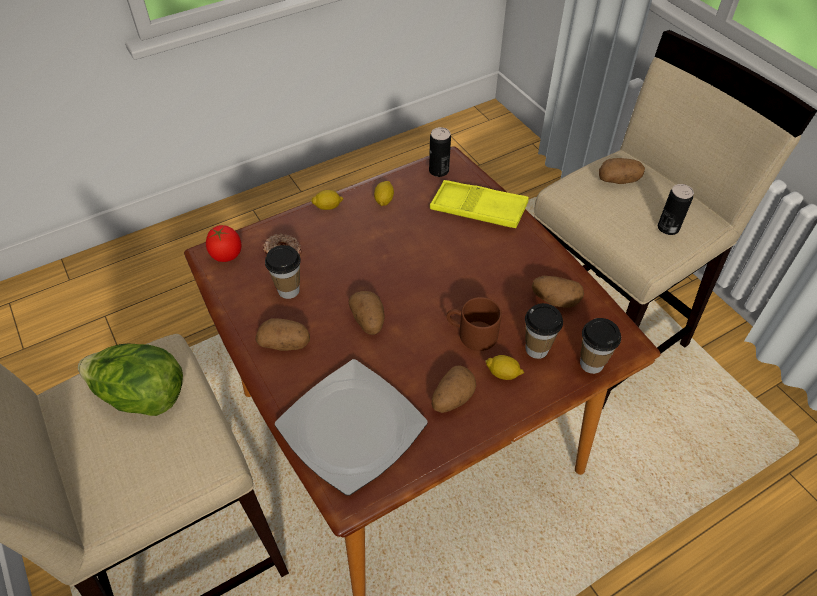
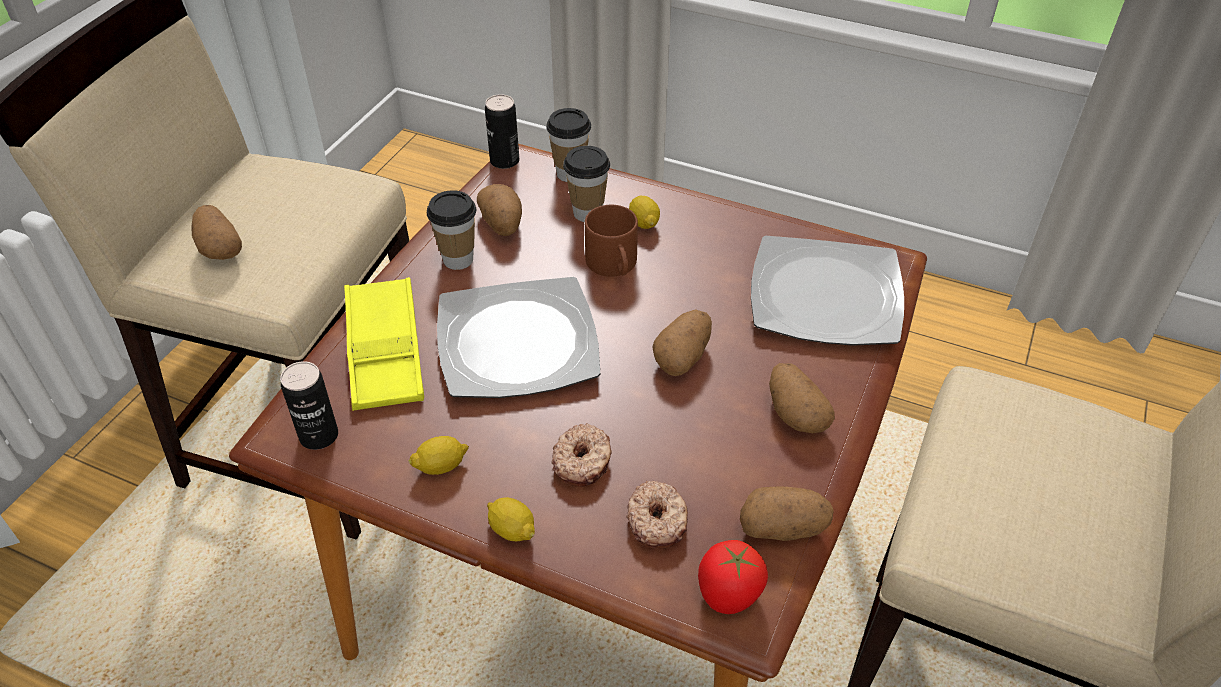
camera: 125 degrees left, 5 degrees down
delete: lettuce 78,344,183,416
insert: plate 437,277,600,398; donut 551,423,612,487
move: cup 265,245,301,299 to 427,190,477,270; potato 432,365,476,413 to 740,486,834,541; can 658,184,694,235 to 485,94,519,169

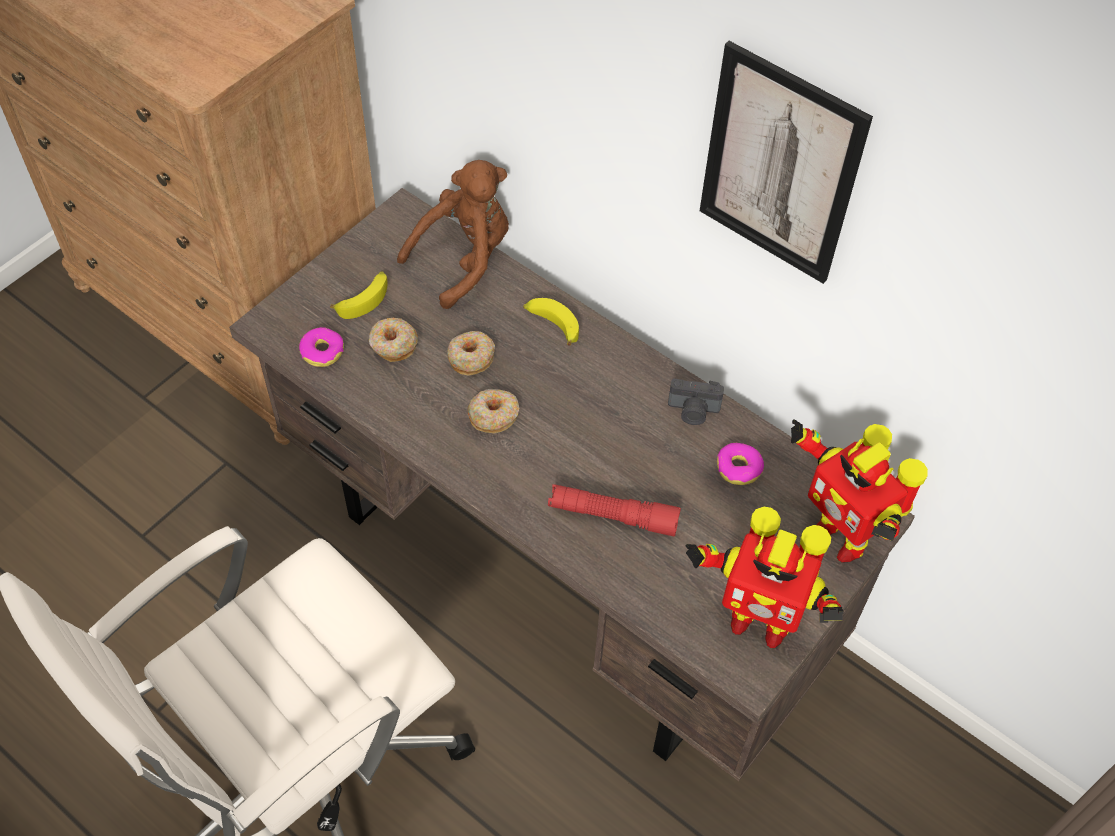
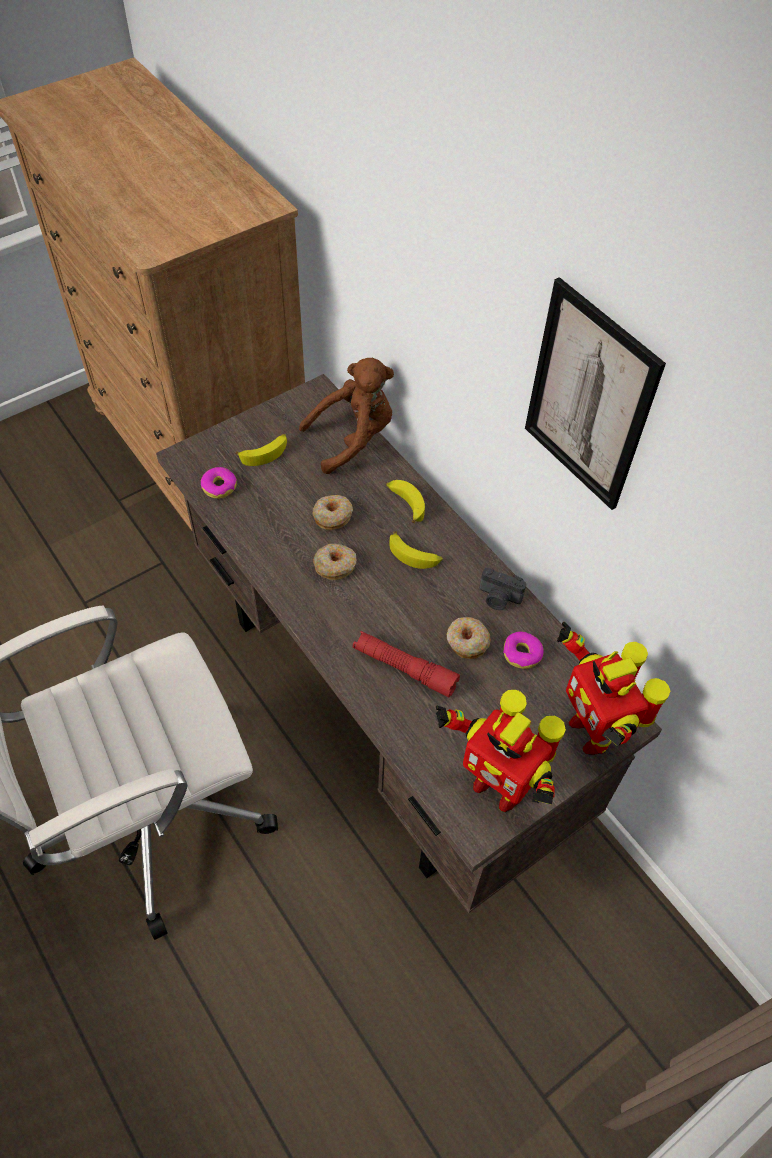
camera: 15 degrees right, 0 degrees up
insert: banana 389,531,443,569
move: donut 369,318,418,362 to 447,617,491,659

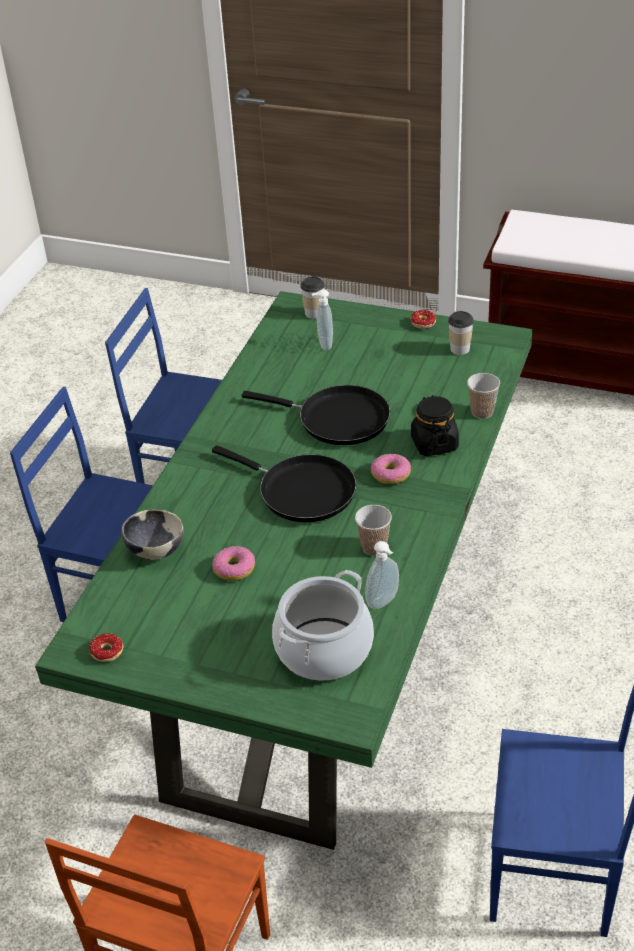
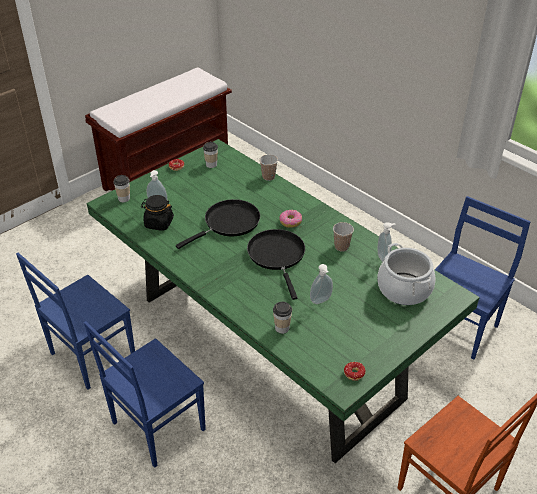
camera: 65 degrees left, 0 degrees up
move: black_jar 411,395,459,456 to 140,195,174,231
replace: bowl 122,509,183,560 to cup 273,302,292,334; donut 212,546,255,581 to soap_dispenser 310,264,333,304
rotate: black_frying_pan 212,445,356,522 = 247,229,305,300 75 degrees counterclockwise

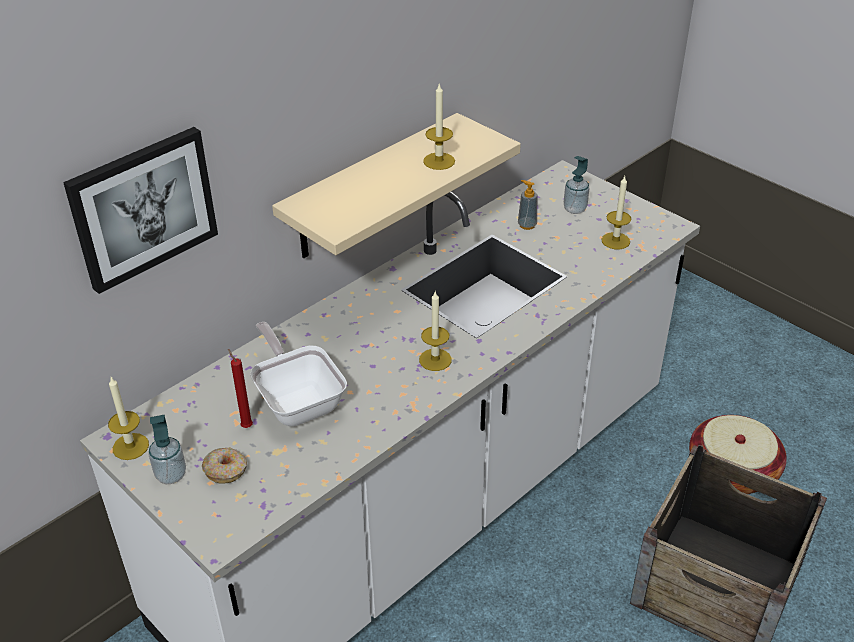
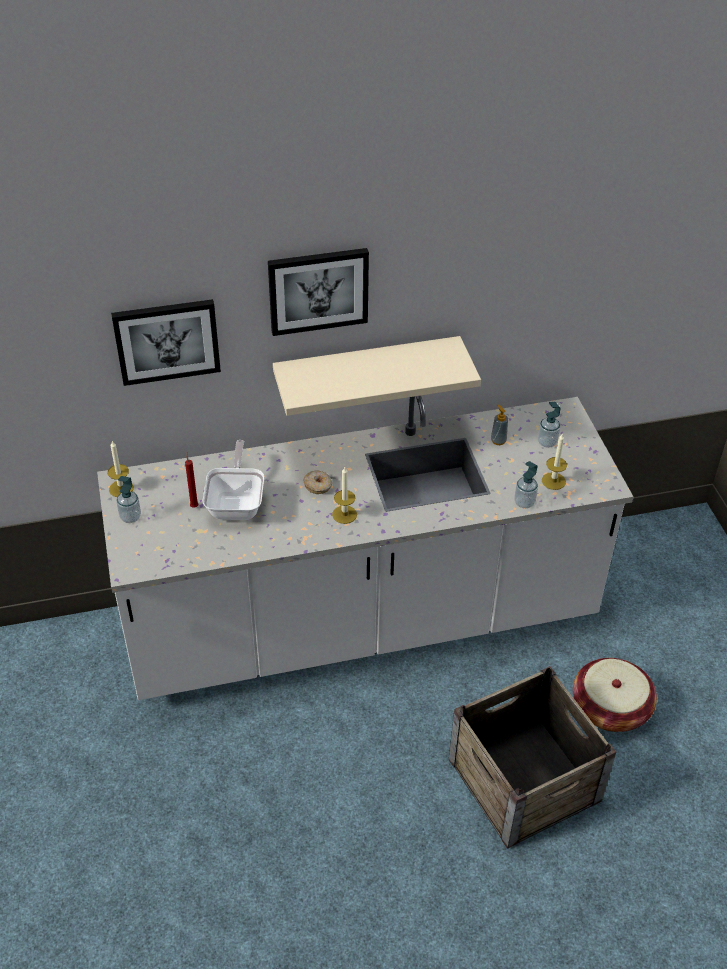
camera: 30 degrees right, 5 degrees up
delete: candle 423,83,455,170
insert: picture 268,248,369,336; soap_dispenser 514,461,538,508
move: donut 202,448,247,484 to 303,471,332,494

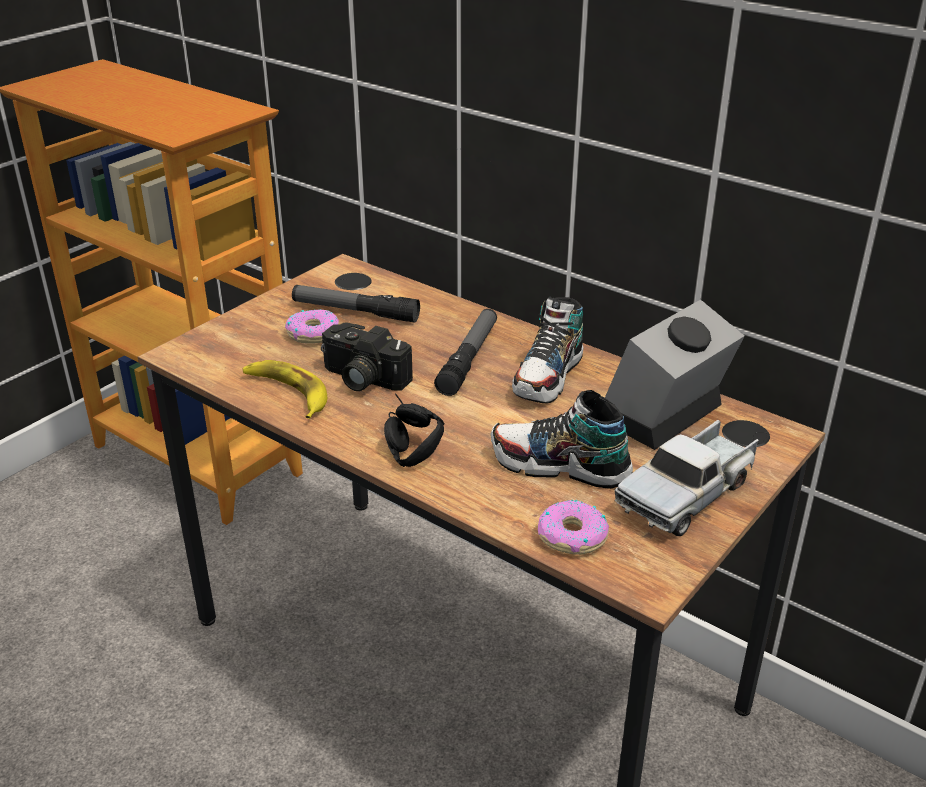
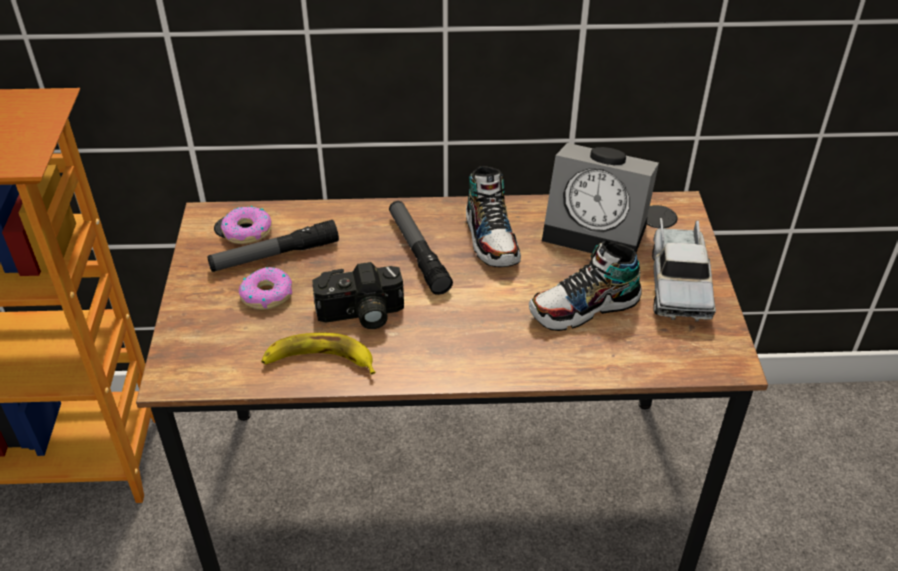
camera: 40 degrees left, 10 degrees up
delete: black_headphones 384,393,445,467
move: donut 538,500,609,555 to 221,206,272,244
rotate: alarm_clock 605,299,744,450 = 542,143,659,253 75 degrees counterclockwise

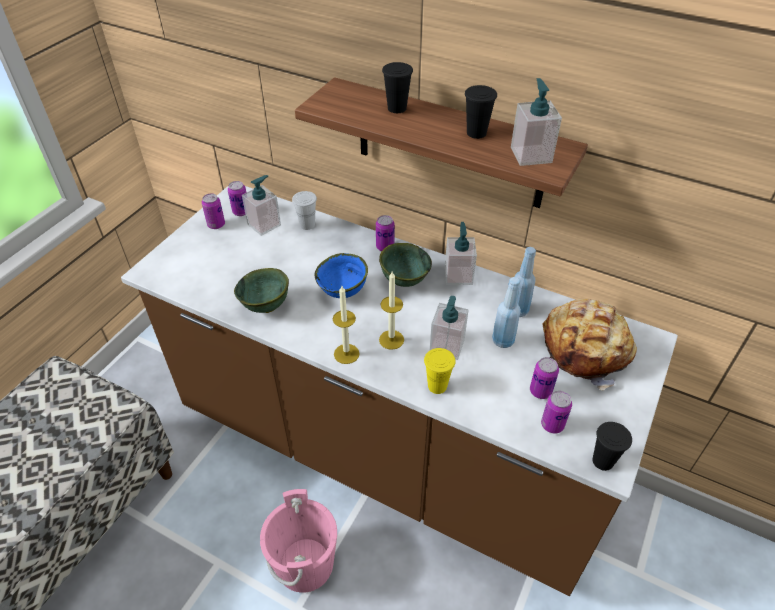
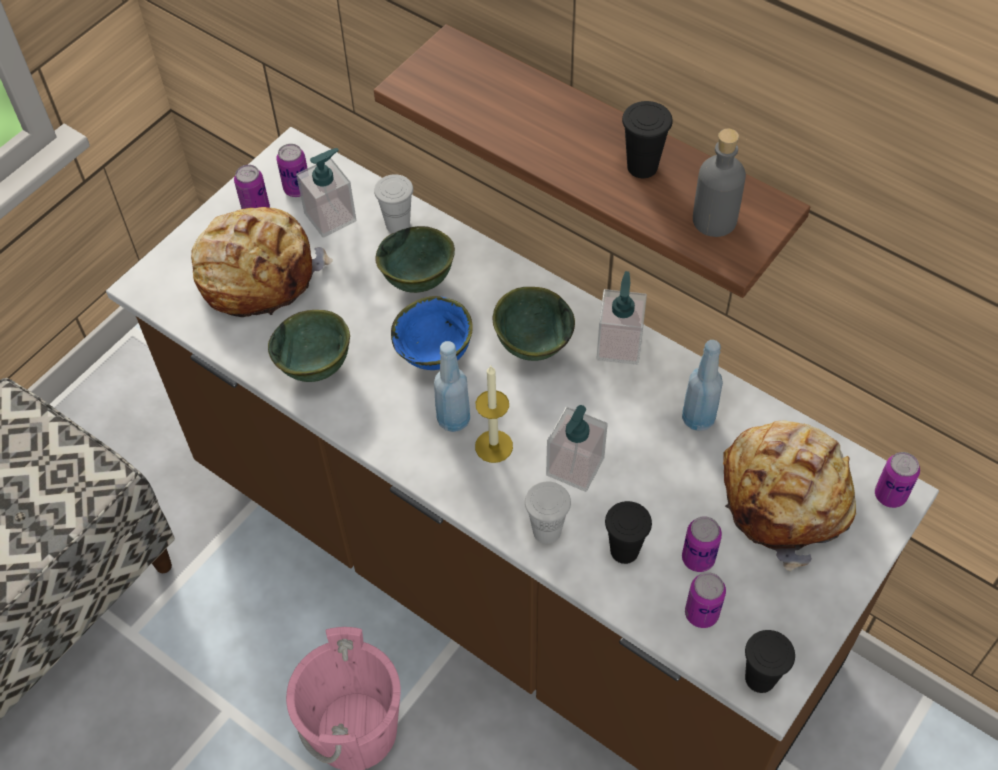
camera: 10 degrees right, 10 degrees up
delete: candle 333,286,360,364
insert: bread 191,207,333,317; green_bowl 375,226,455,293
move: can 376,215,395,251 to 875,452,920,508; black_cup 382,62,413,113 to 605,501,652,564; blue_bottle 492,277,521,348 to 434,341,470,432
replace: soap_dispenser 511,78,562,166 to grey_bottle 693,129,746,237
recolor: yellow_cup 424,348,456,394 to white_cup 525,482,571,544

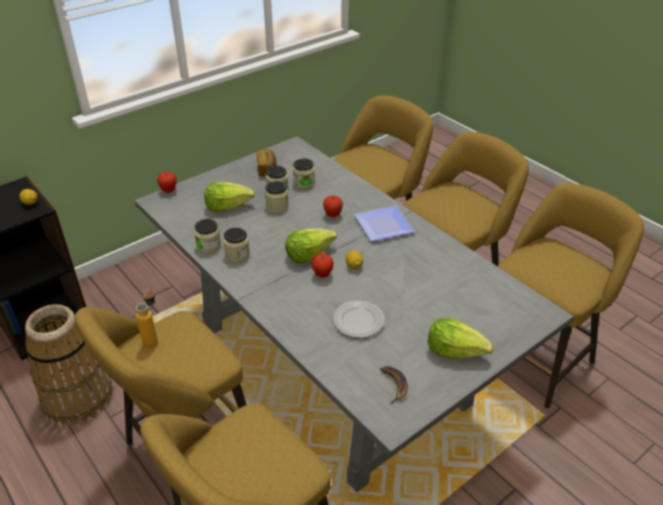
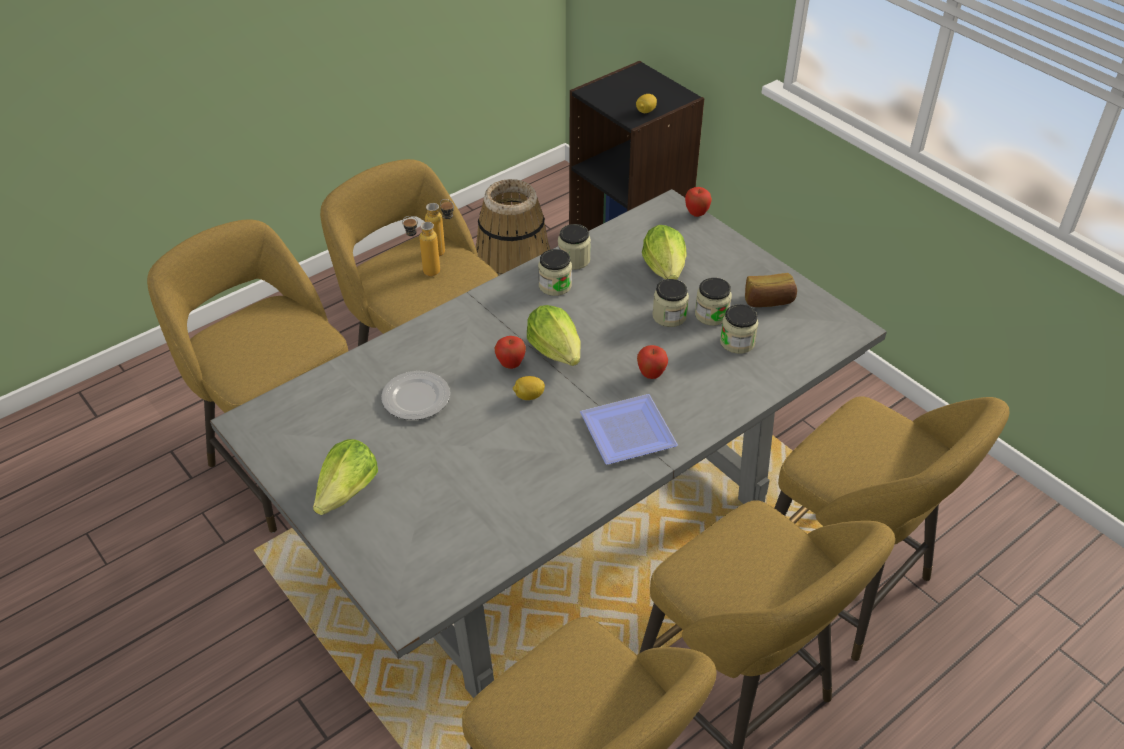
camera: 90 degrees right, 5 degrees up
delete: banana 380,366,408,404
insert: bottle 402,216,440,276

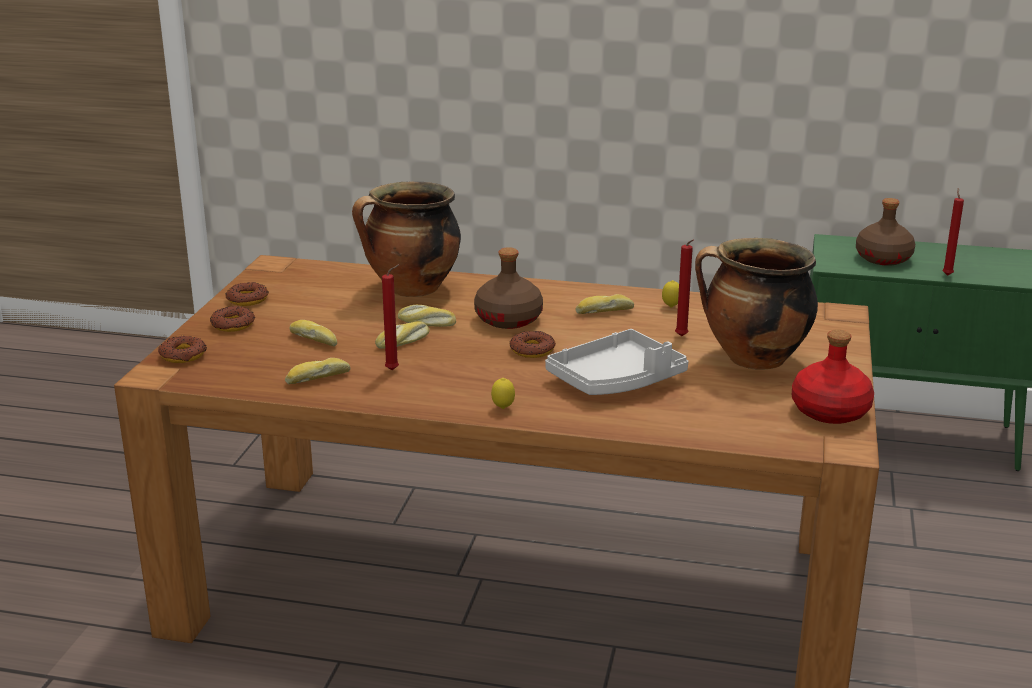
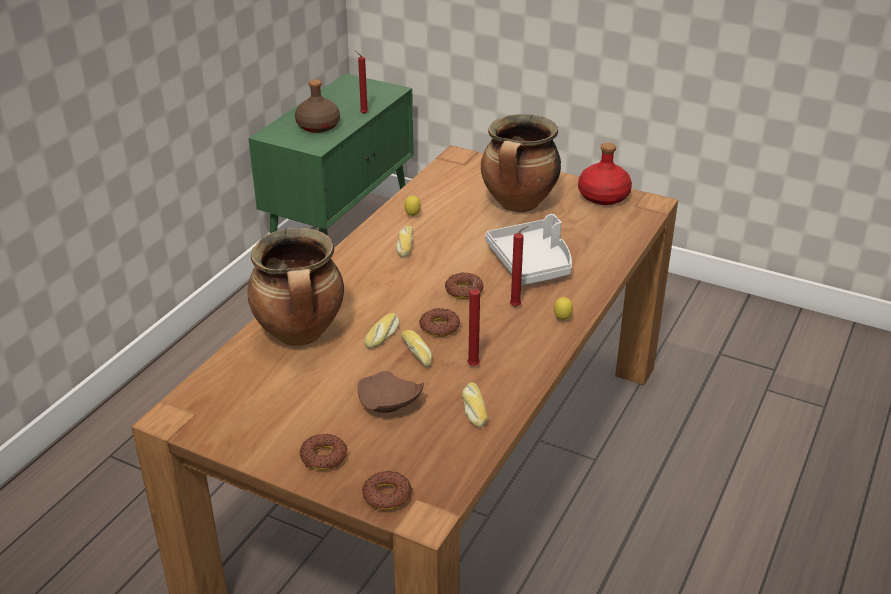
camera: 75 degrees left, 10 degrees up
delete: brown_bottle 474,247,543,329
move: donut 225,282,269,306 to 419,308,460,337; red_candle 675,240,694,337 to 510,226,529,307
replace: bread 289,320,337,347 to brown_plate 357,371,424,413

